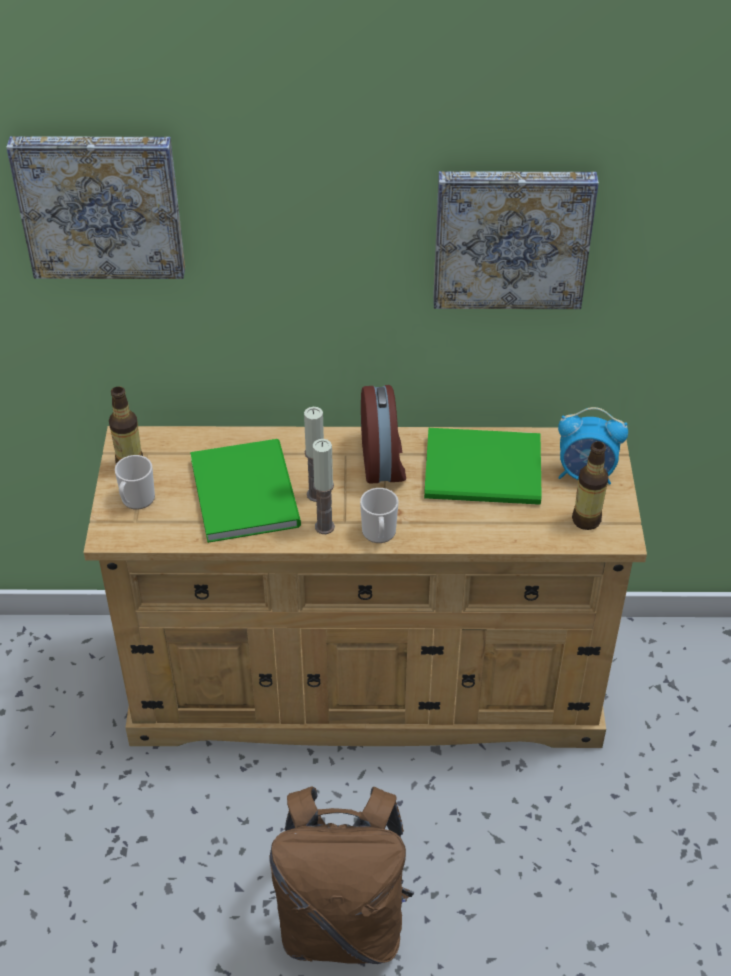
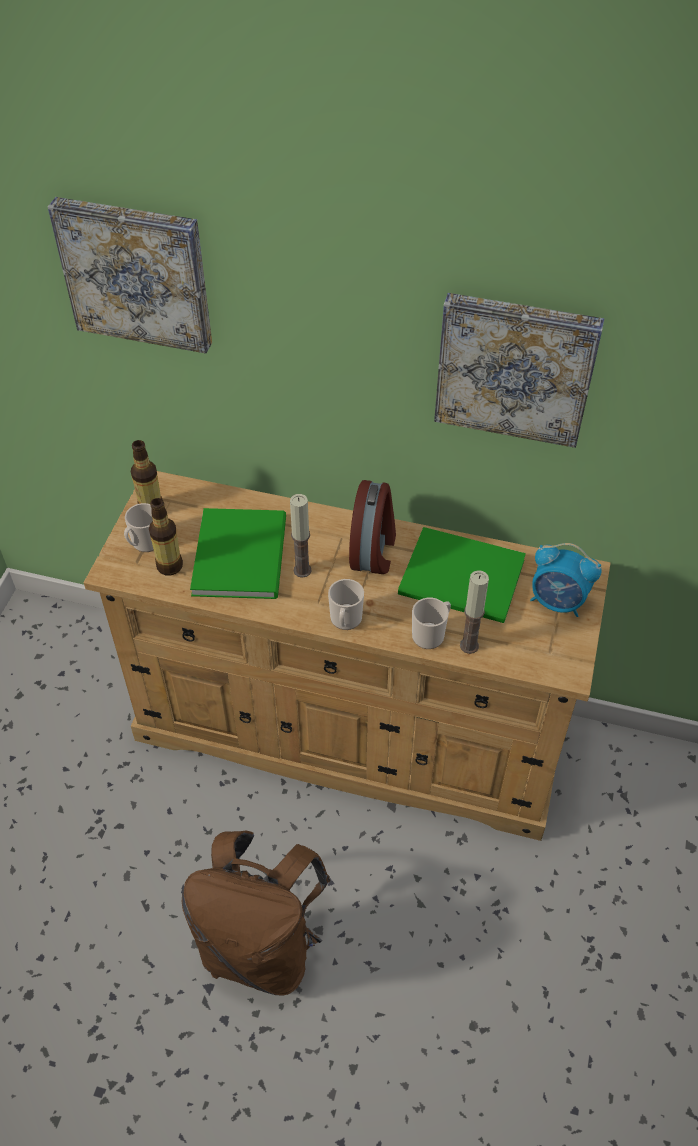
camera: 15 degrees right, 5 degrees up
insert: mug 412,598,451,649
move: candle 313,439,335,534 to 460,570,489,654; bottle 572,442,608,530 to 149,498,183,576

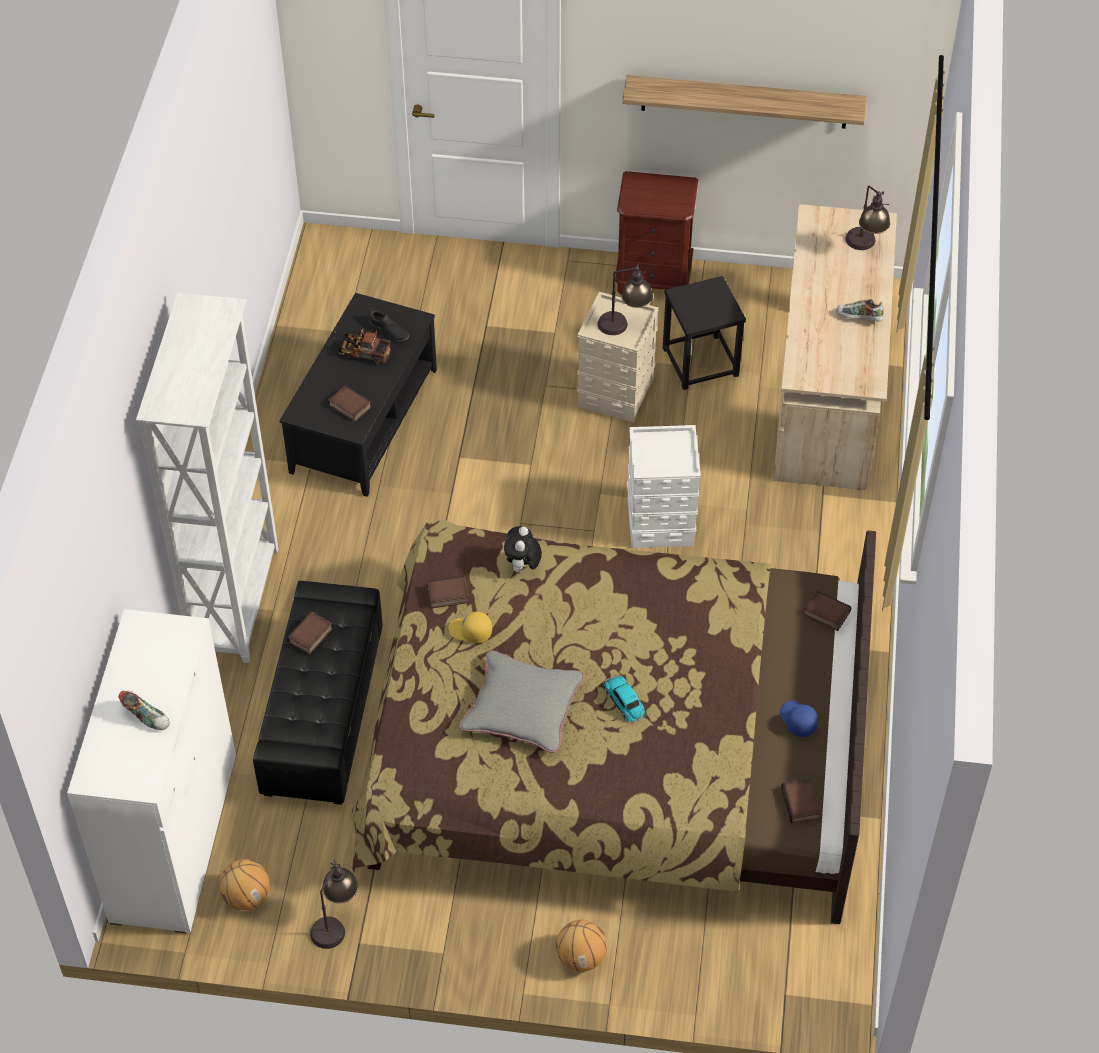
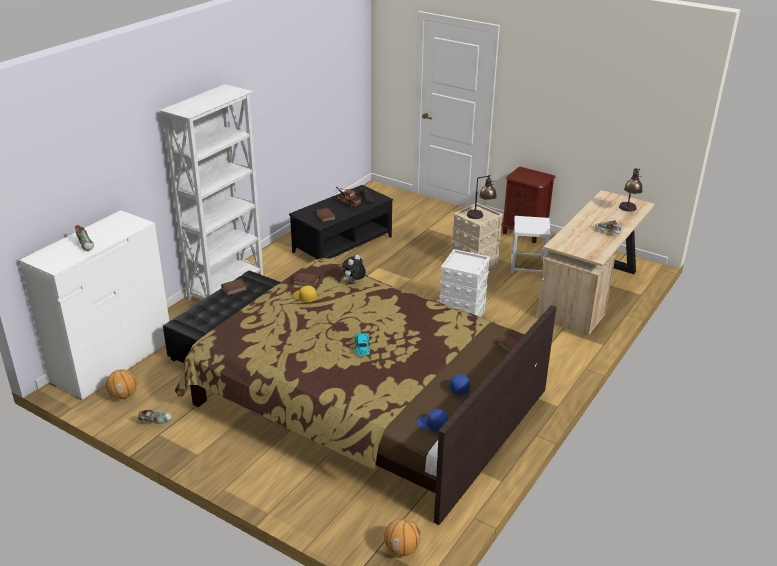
camera: 25 degrees right, 20 degrees down
delete: grey_pillow 459,650,584,753; shelf 622,75,866,129
move: basketball 556,920,607,972 to 384,518,421,556
replace: table_lamp 310,859,358,949 to shoe 138,409,172,424; book 781,779,821,823 to blue_cap 417,409,449,431
recolor: black_stool 663,276,746,390 to white_stool 511,216,551,274

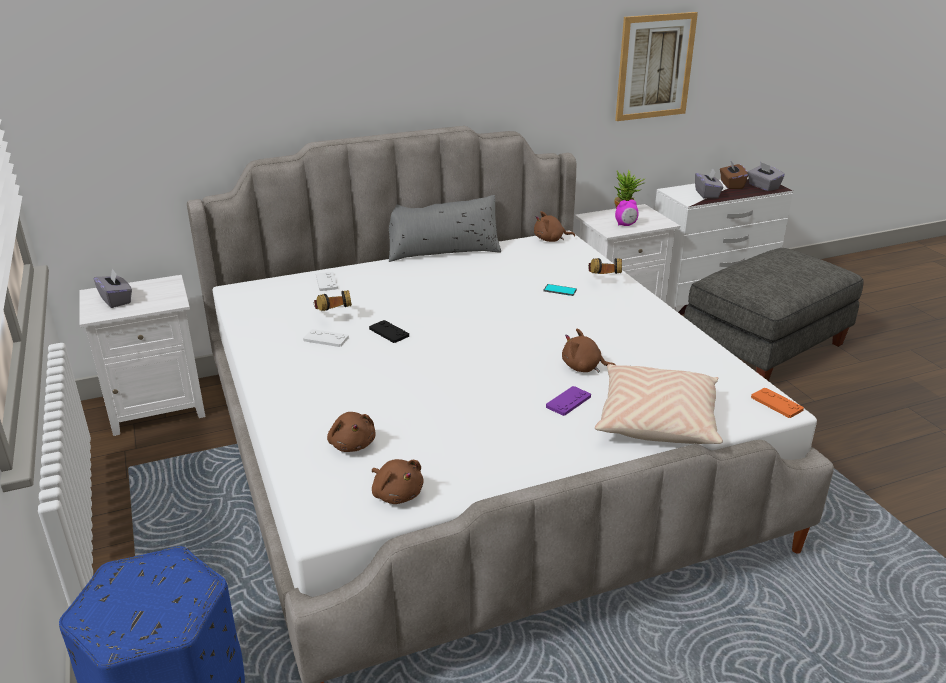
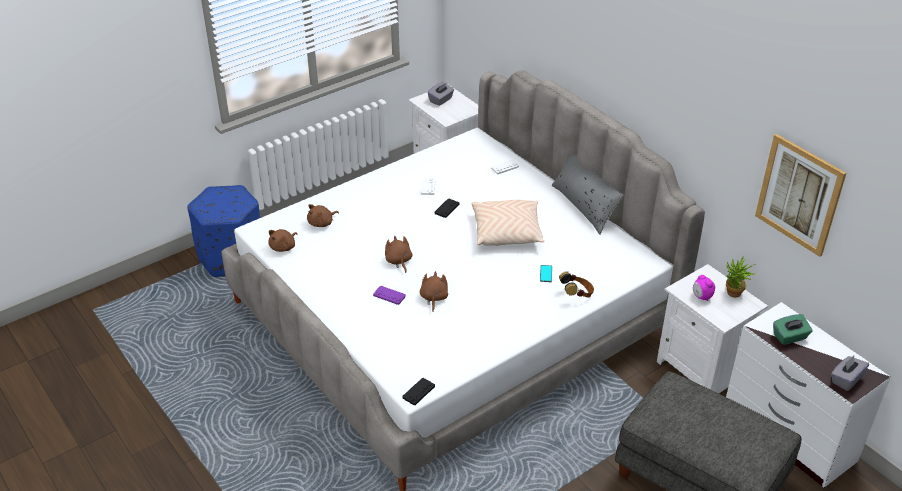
camera: 75 degrees right, 10 degrees up
delete: headphones 314,290,352,311; brown_tissue_box 720,159,748,189
move: brown_plush_toy 534,211,575,242 to 385,236,412,273; beige_pillow 595,364,723,444 to 472,200,545,246
recolor: grey_tissue_box 695,168,723,198 to green_tissue_box 773,314,812,345; orange_game_controller 751,388,804,418 to black_game_controller 402,378,435,405

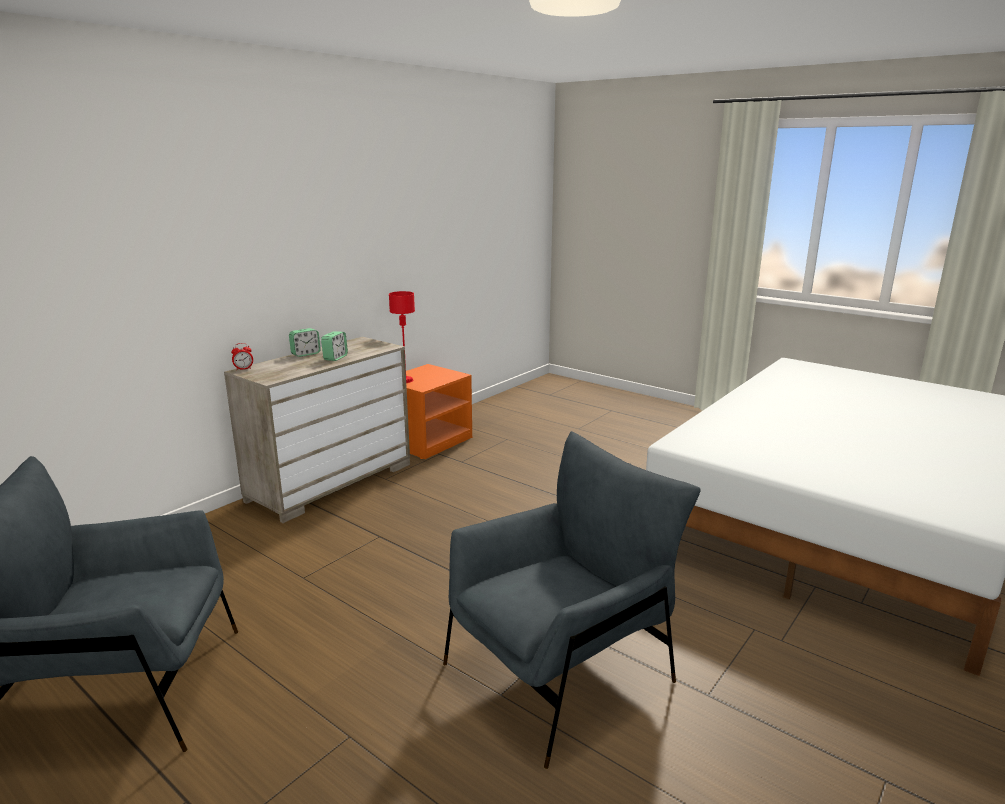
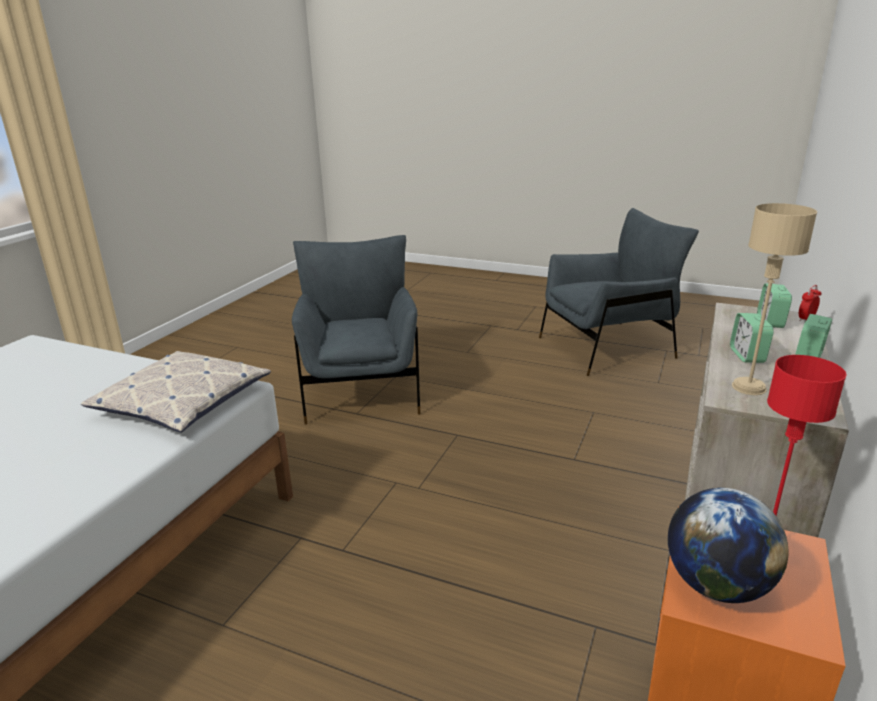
camera: 165 degrees right, 5 degrees up
insert: pillow 81,351,271,433; globe 668,488,789,603; beige_table_lamp 732,203,817,395; alarm_clock 757,283,792,328
rotate: grey_armchair 443,431,701,769 = 292,235,421,425 135 degrees clockwise

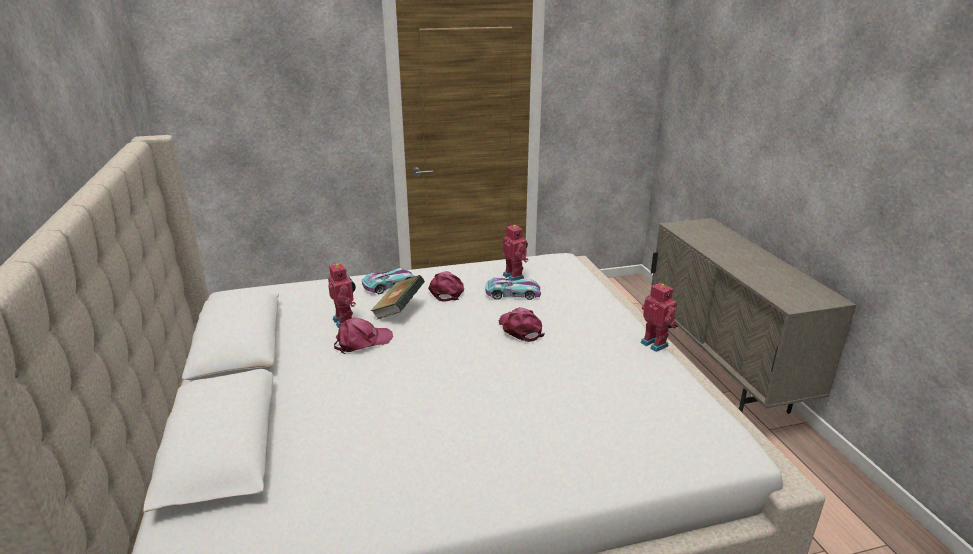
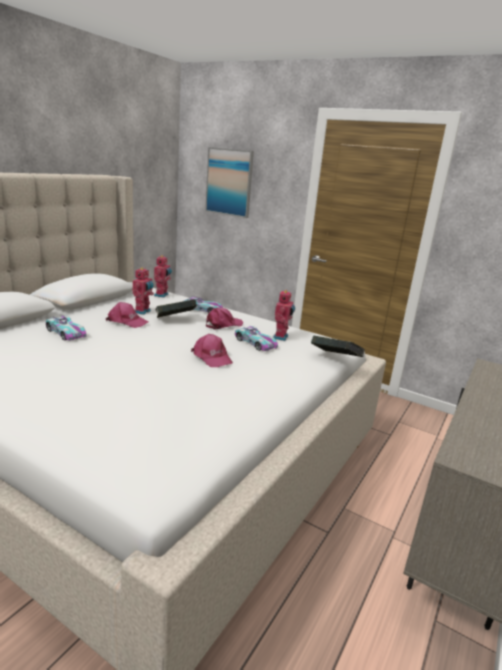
camera: 45 degrees right, 5 degrees down
insert: toy_car 46,315,87,340; picture 205,147,254,218; book 311,335,365,357
move: toy_robot 641,282,677,352 to 154,256,172,298
rotate: pink_cap 499,307,545,342 = 191,334,233,367 120 degrees clockwise

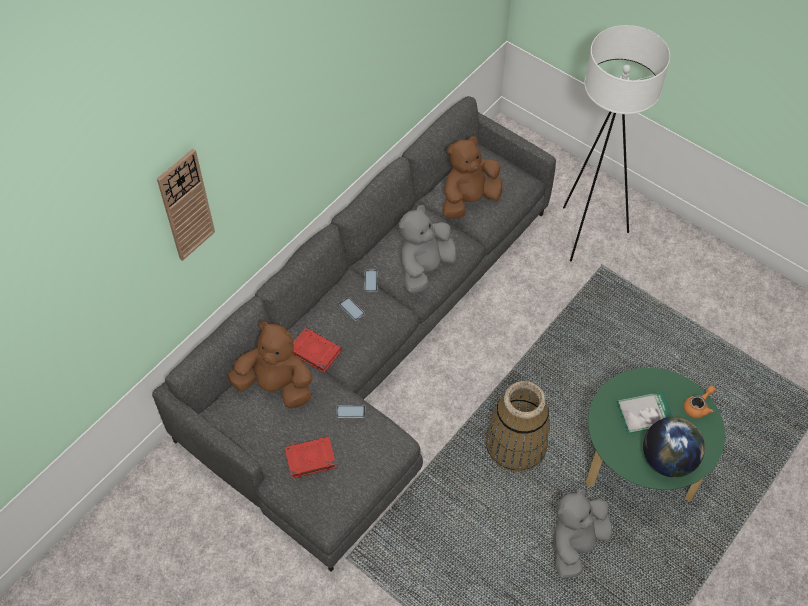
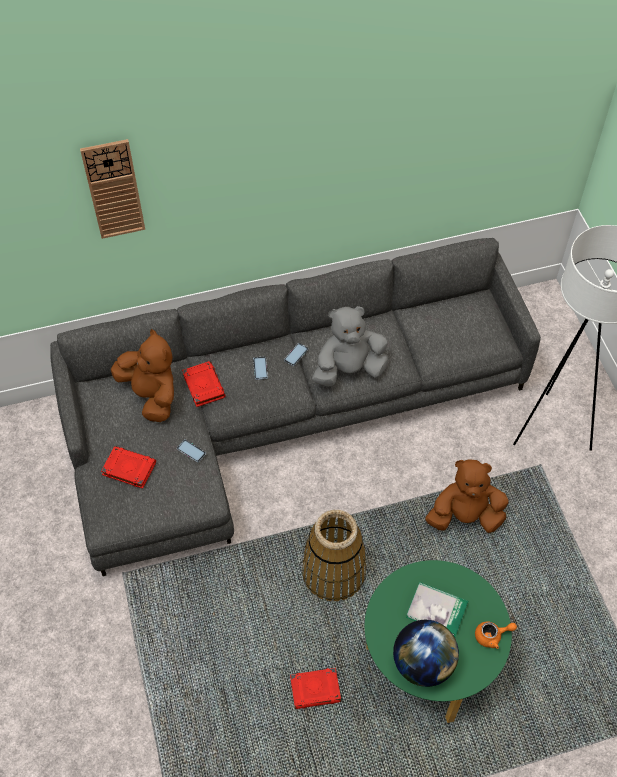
camera: 35 degrees right, 0 degrees up
move: brown_plush_toy 443,136,502,219 to 425,460,509,533
replace: grey_plush_toy 553,489,612,579 to red_book 290,668,341,709

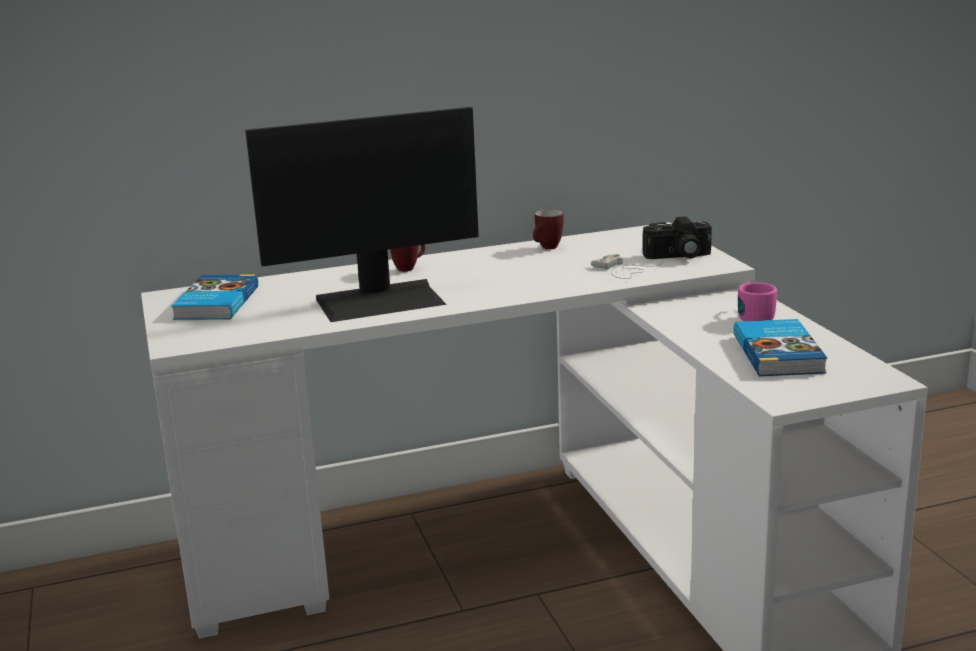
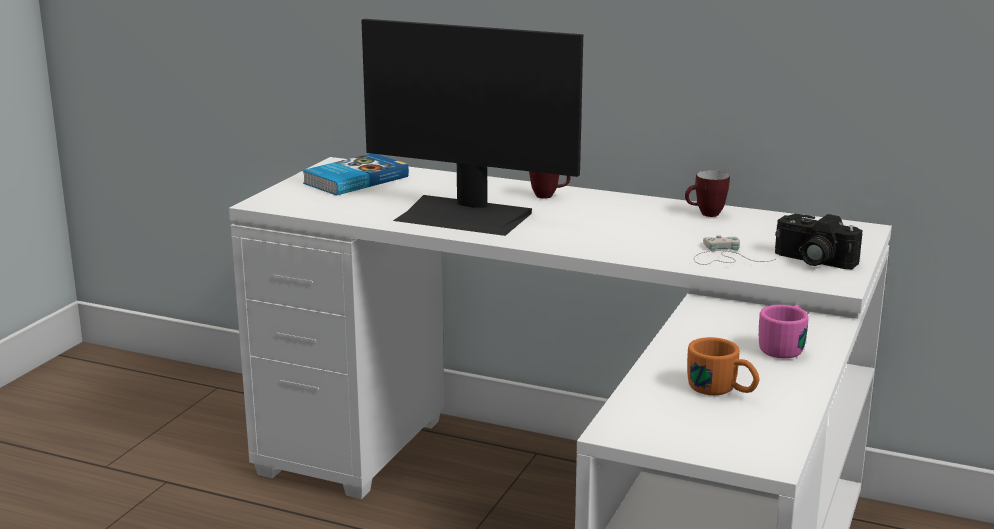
camera: 40 degrees right, 0 degrees up
replace: book 734,319,827,376 to orange_mug 687,337,760,395

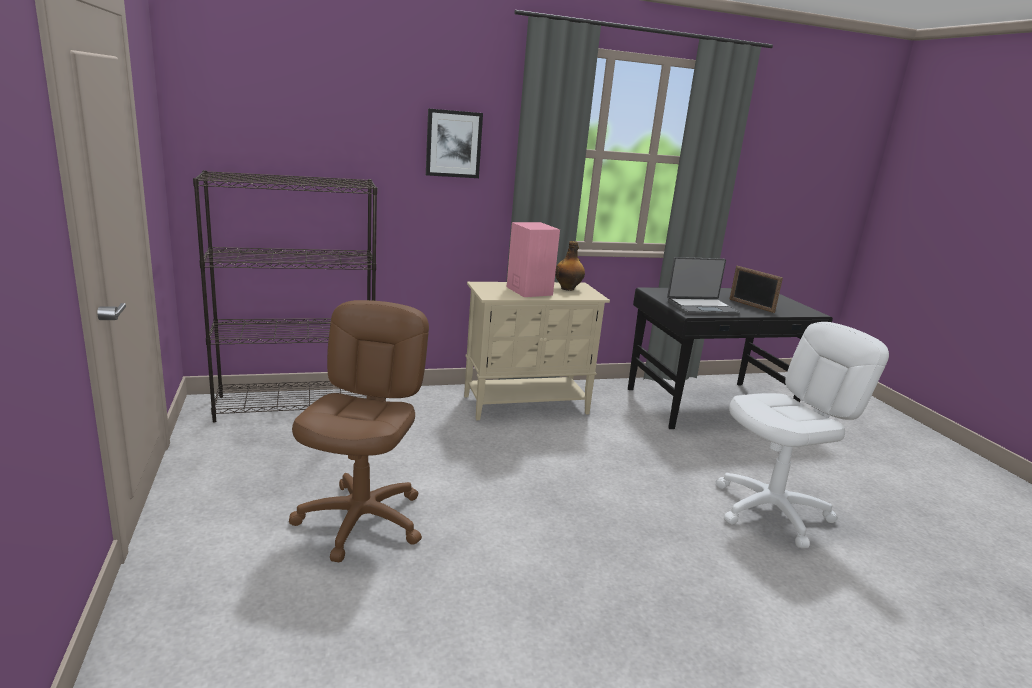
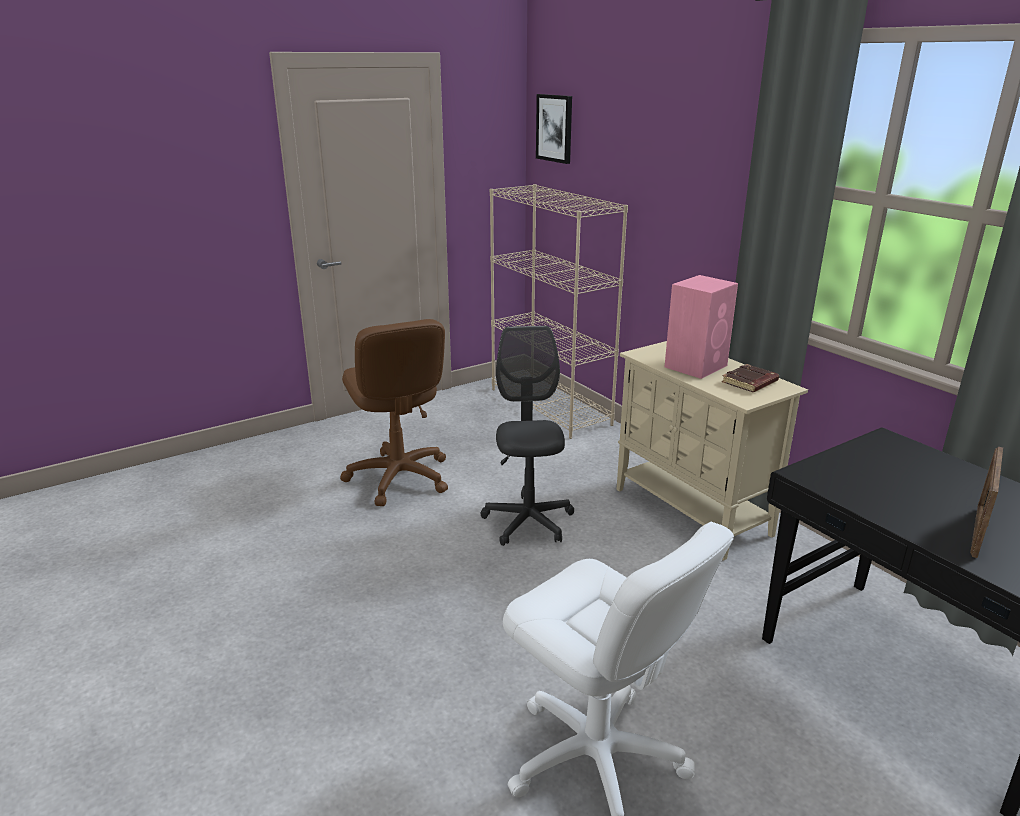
camera: 75 degrees right, 5 degrees up
delete: laptop 667,257,740,315
insert: grey_office_chair 480,326,574,546
move: picture 426,108,483,178 to 536,94,572,164
replace: bottle 555,241,585,291 to brown_book 722,364,779,392
recolor: black_bookcase 193,170,377,422 to beige_bookcase 490,184,628,439
rotate: brown_office_chair 289,300,429,563 = 340,319,448,506 75 degrees clockwise

